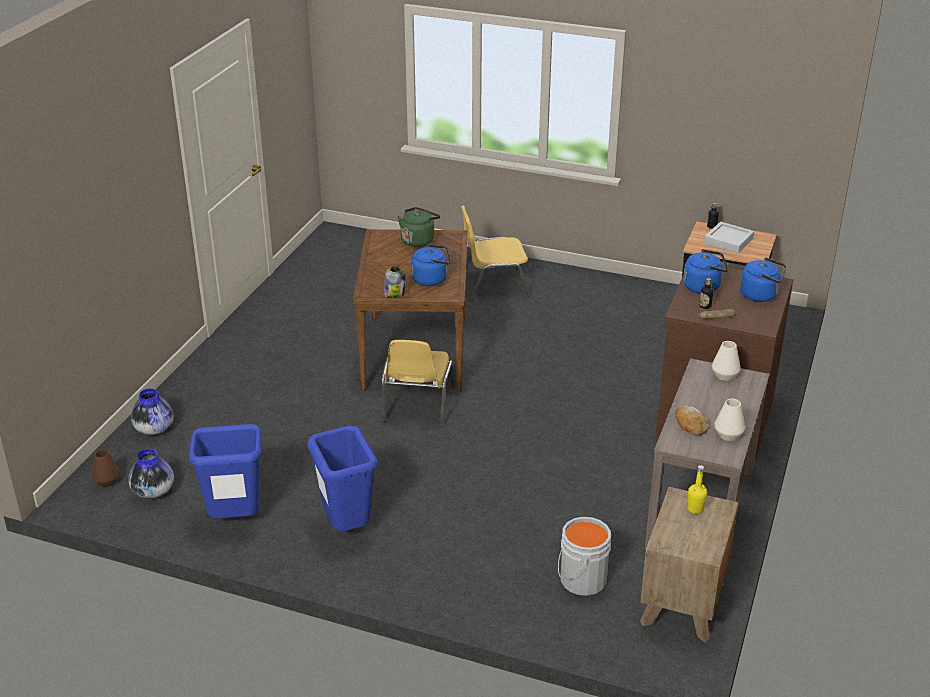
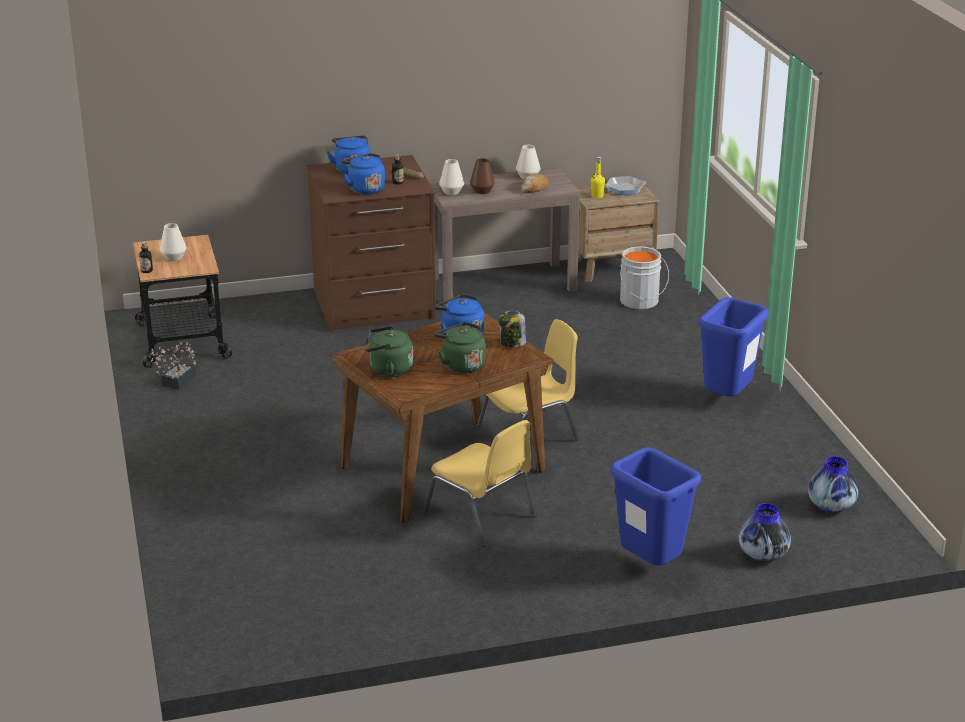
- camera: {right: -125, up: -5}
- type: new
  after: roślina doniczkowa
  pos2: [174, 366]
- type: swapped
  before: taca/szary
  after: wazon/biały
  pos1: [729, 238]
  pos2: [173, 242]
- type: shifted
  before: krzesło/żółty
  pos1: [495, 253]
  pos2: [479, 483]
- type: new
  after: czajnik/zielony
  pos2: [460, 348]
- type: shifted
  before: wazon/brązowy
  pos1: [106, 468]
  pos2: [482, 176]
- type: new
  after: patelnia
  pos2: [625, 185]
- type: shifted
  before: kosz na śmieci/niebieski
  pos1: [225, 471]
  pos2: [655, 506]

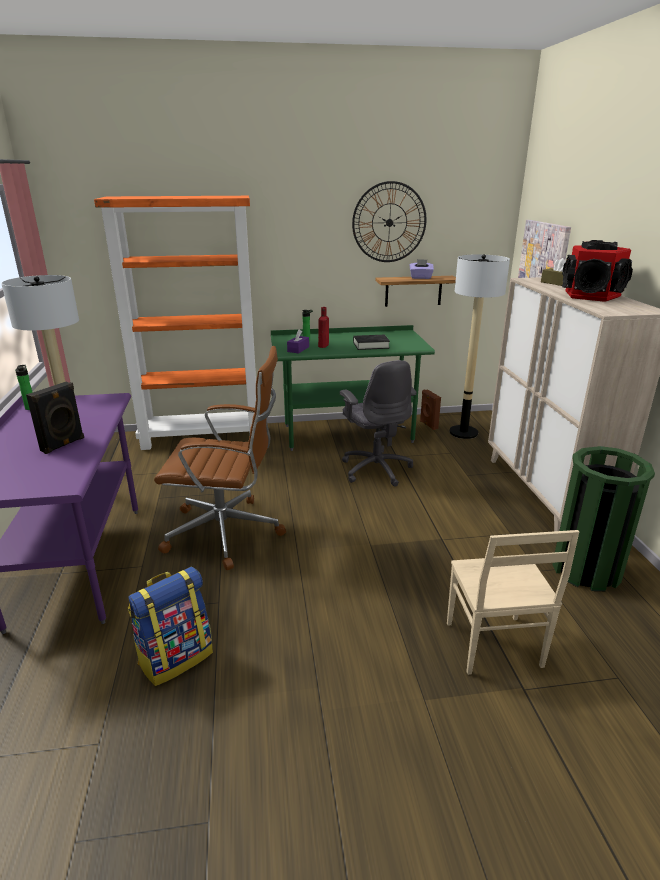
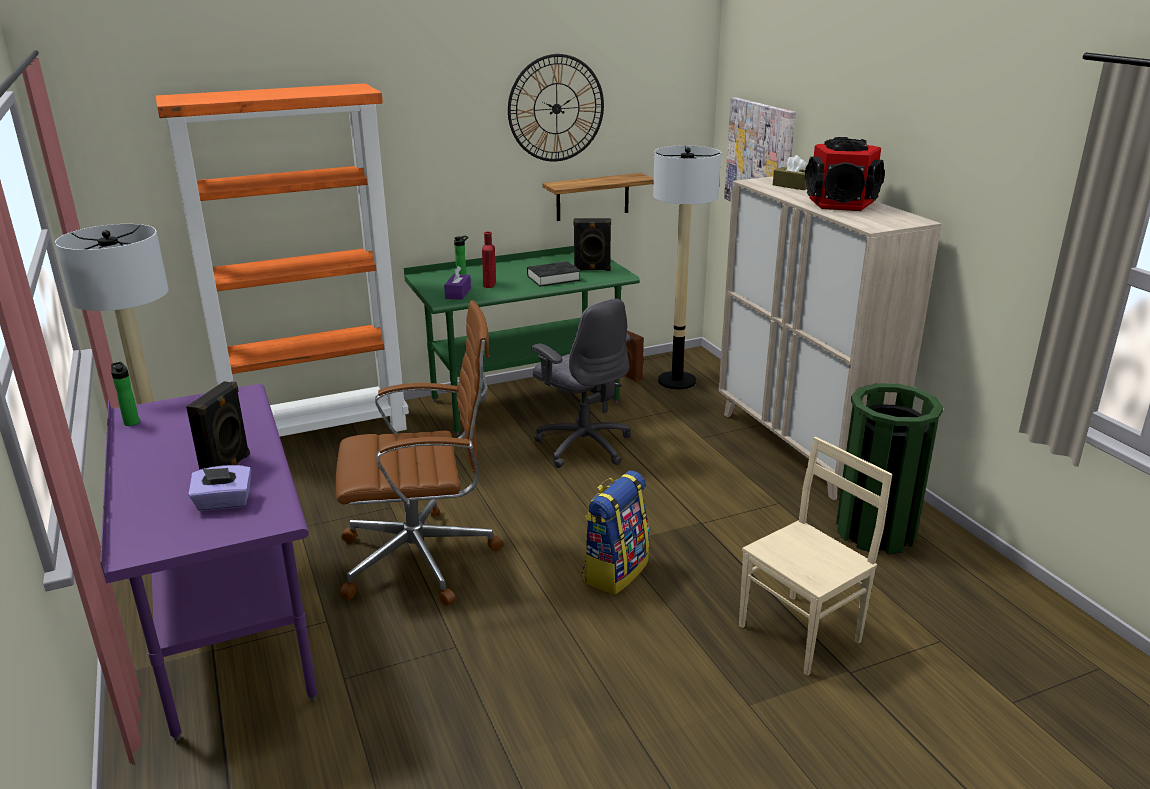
- camera: {right: -15, up: 0}
- type: shifted
  before: pudełko chusteczek/fioletowy
  pos1: [421, 269]
  pos2: [219, 488]
- type: new
  after: głośnik/czarny
  pos2: [592, 244]
- type: shifted
  before: plecak
  pos1: [170, 626]
  pos2: [616, 533]
- type: rotated
  before: krzesło/beżowy
  pos1: [513, 602]
  pos2: [816, 556]
  turn: -105

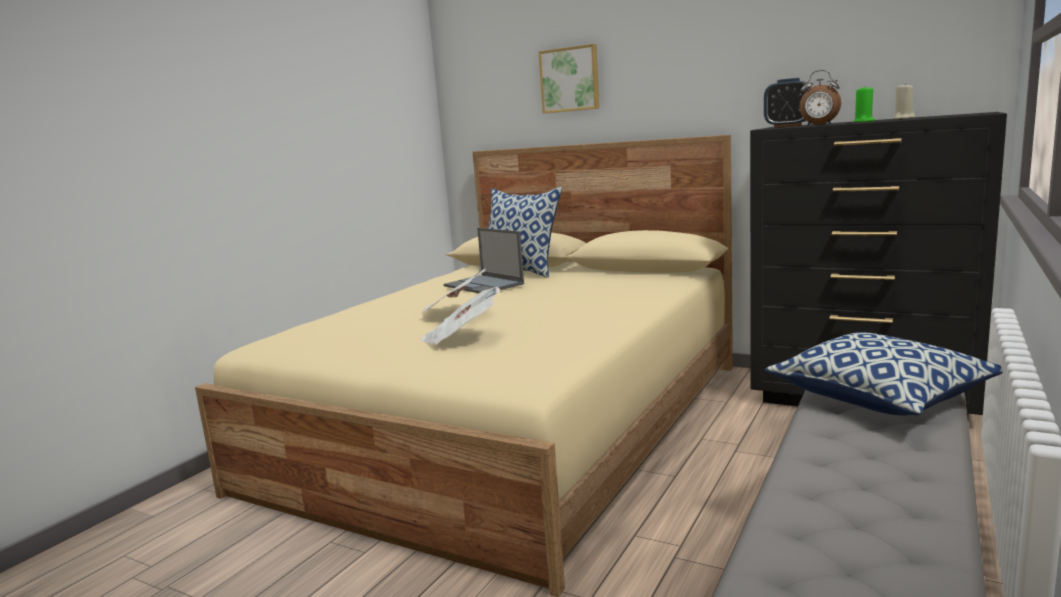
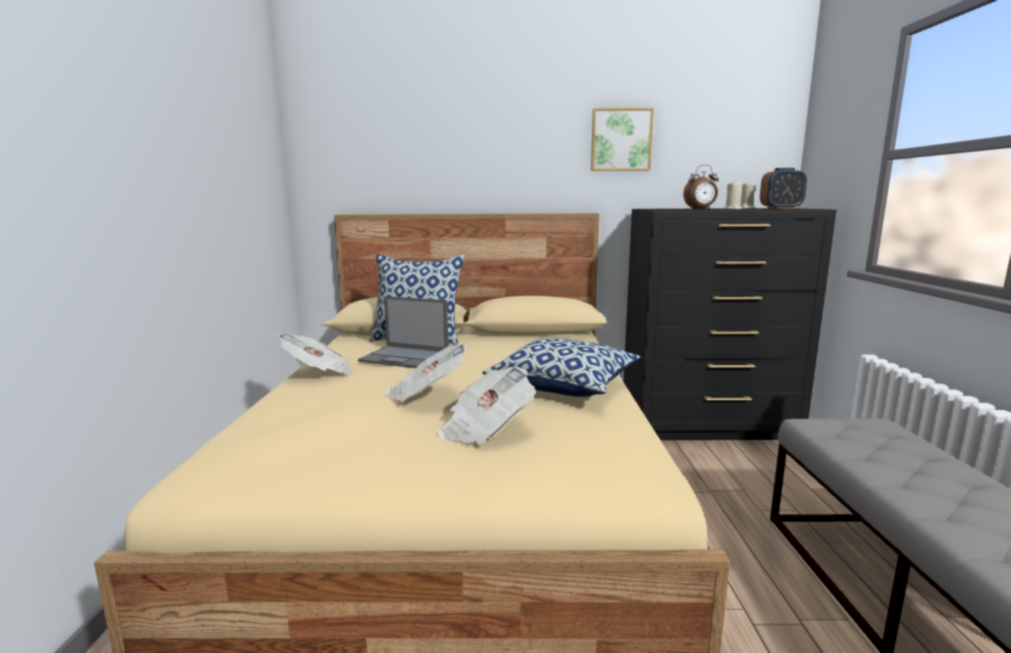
- camera: {right: -30, up: 0}
- type: new
  after: gazeta
  pos2: [315, 354]
- type: shifted
  before: poduszka
  pos1: [884, 374]
  pos2: [561, 367]
- type: shifted
  before: obraz
  pos1: [569, 78]
  pos2: [622, 139]
- type: repainted
  before: świeca/zielony
  after: świeca/beżowy
  pos1: [864, 104]
  pos2: [732, 195]
- type: shifted
  before: budzik
  pos1: [788, 102]
  pos2: [783, 188]

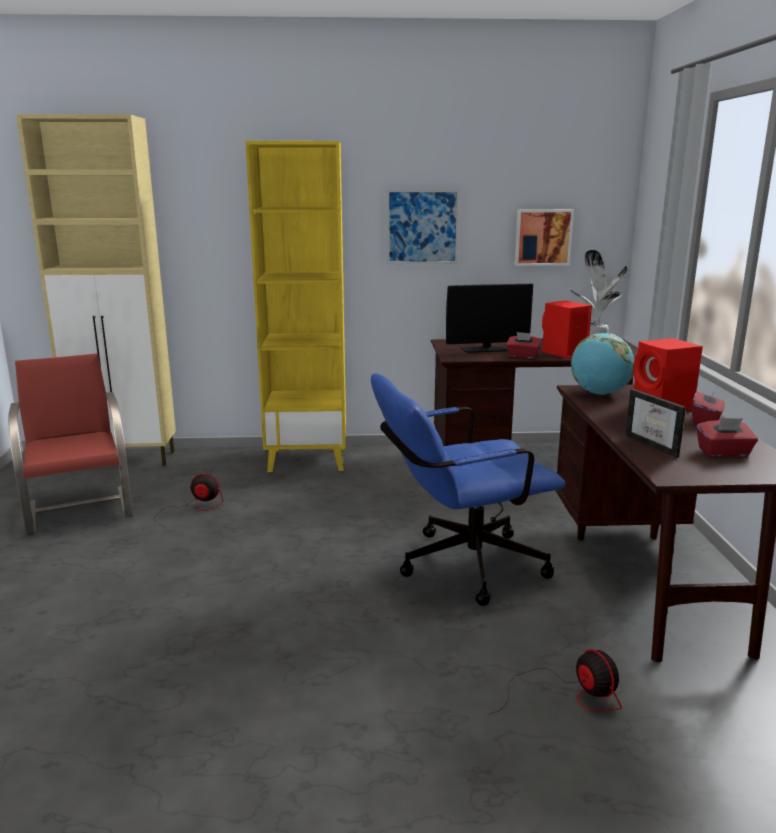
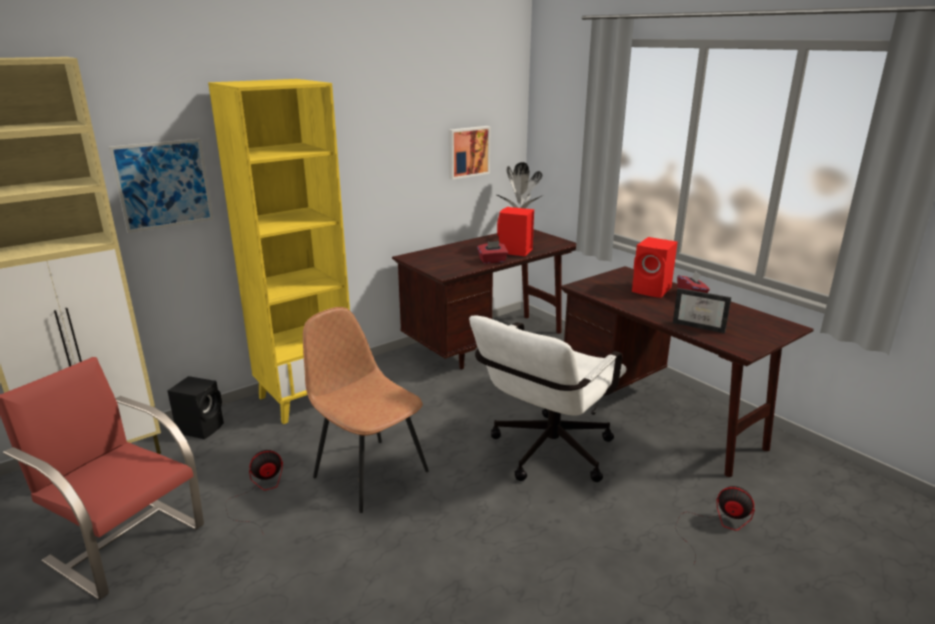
- camera: {right: -35, up: 5}
- type: shifted
  before: obraz
  pos1: [423, 226]
  pos2: [161, 186]
- type: new
  after: głośnik/czarny
  pos2: [196, 407]
- type: new
  after: krzesło/brązowy
  pos2: [366, 410]
- type: repainted
  before: krzesło biurowe/niebieski
  after: krzesło biurowe/biały
  pos1: [468, 489]
  pos2: [548, 398]
- type: gone
  before: monitor
  pos1: [489, 318]
- type: gone
  before: globus
  pos1: [602, 364]
- type: gone
  before: pudełko chusteczek/czerwony
  pos1: [727, 437]

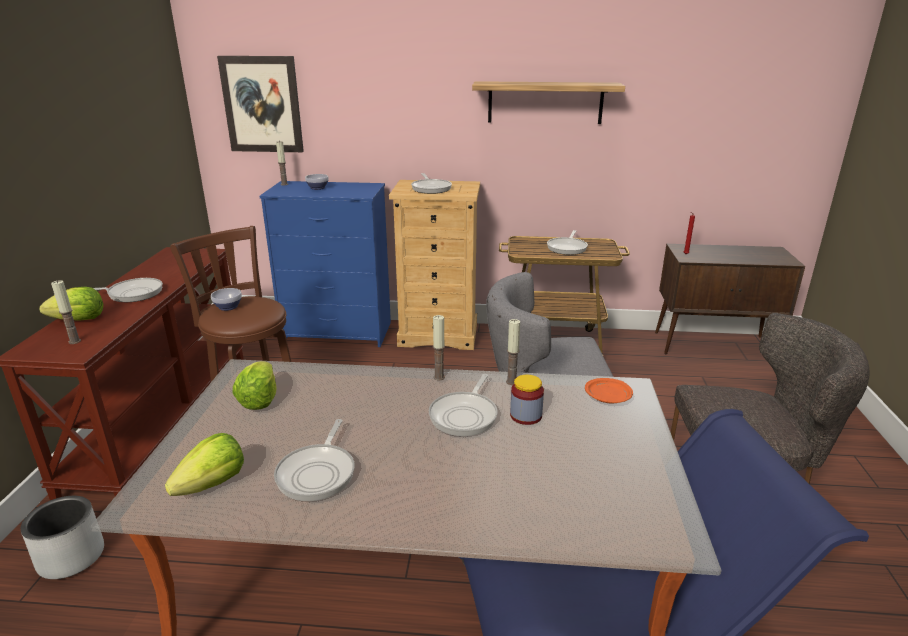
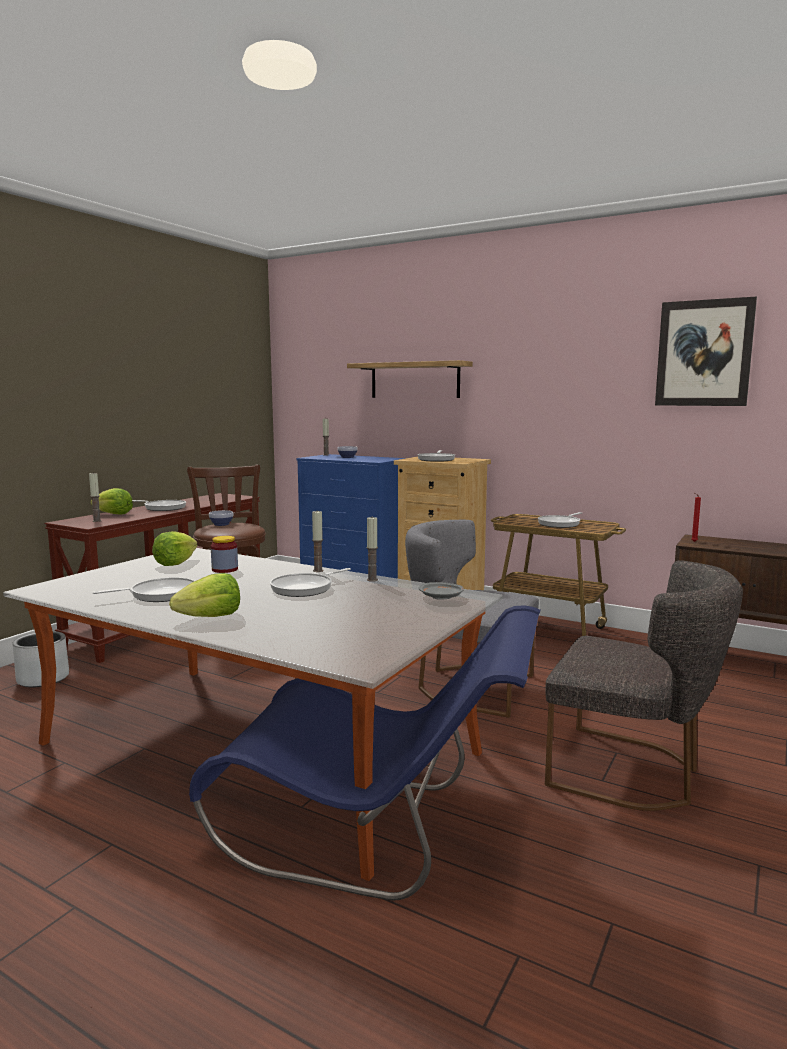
- camera: {right: 25, up: -15}
- type: rotated
  before: patelnia
  pos1: [314, 460]
  pos2: [144, 590]
  turn: -150
- type: shifted
  before: sałata
  pos1: [204, 464]
  pos2: [204, 595]
- type: shifted
  before: słoik
  pos1: [527, 400]
  pos2: [224, 554]
- type: shifted
  before: półka
  pos1: [548, 102]
  pos2: [410, 379]
- type: repainted
  before: talerz/pomarańczowy
  after: talerz/szary
  pos1: [609, 390]
  pos2: [441, 591]
- type: shifted
  before: obraz
  pos1: [260, 104]
  pos2: [706, 351]

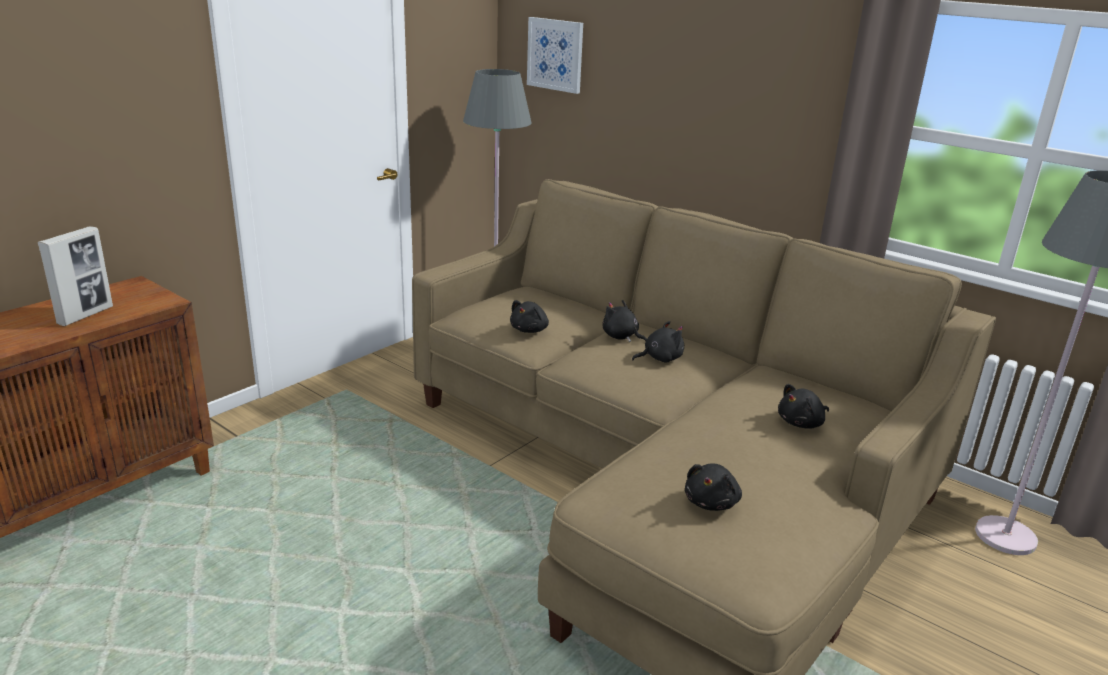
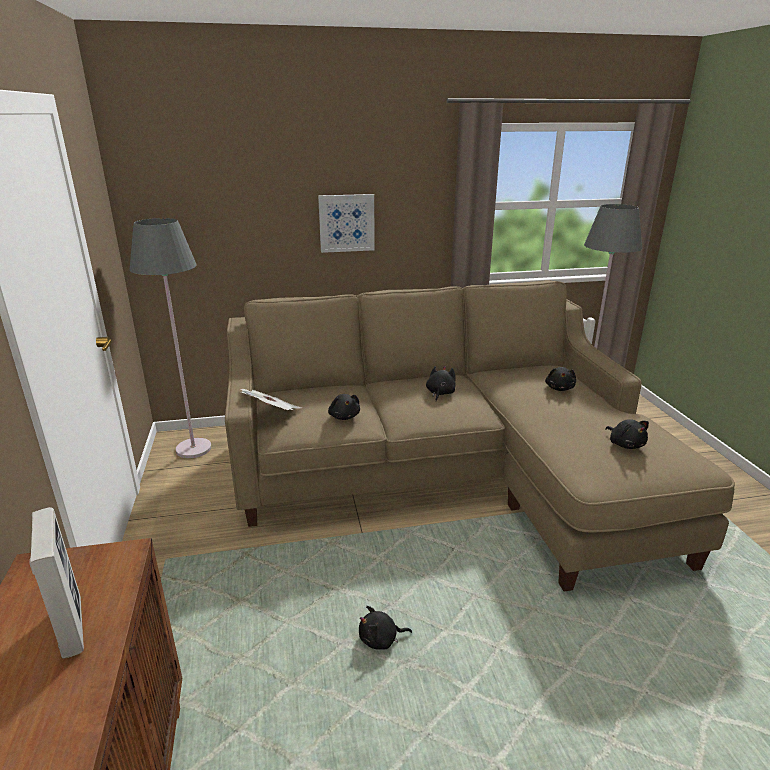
- camera: {right: -50, up: 0}
- type: new
  after: gazeta
  pos2: [271, 399]
- type: shifted
  before: obraz
  pos1: [555, 55]
  pos2: [346, 223]
- type: shifted
  before: pluszak/czarny
  pos1: [624, 321]
  pos2: [385, 628]

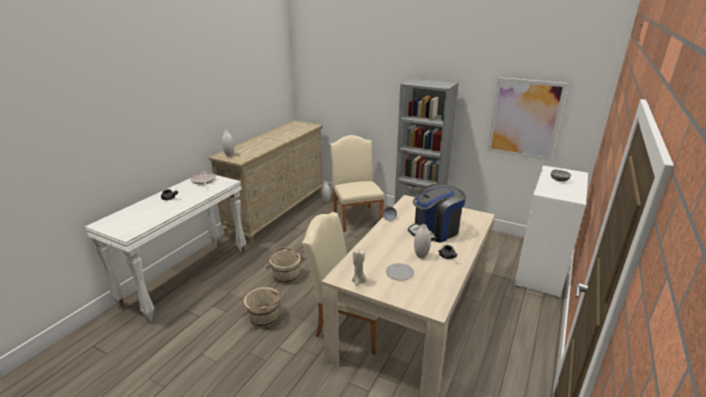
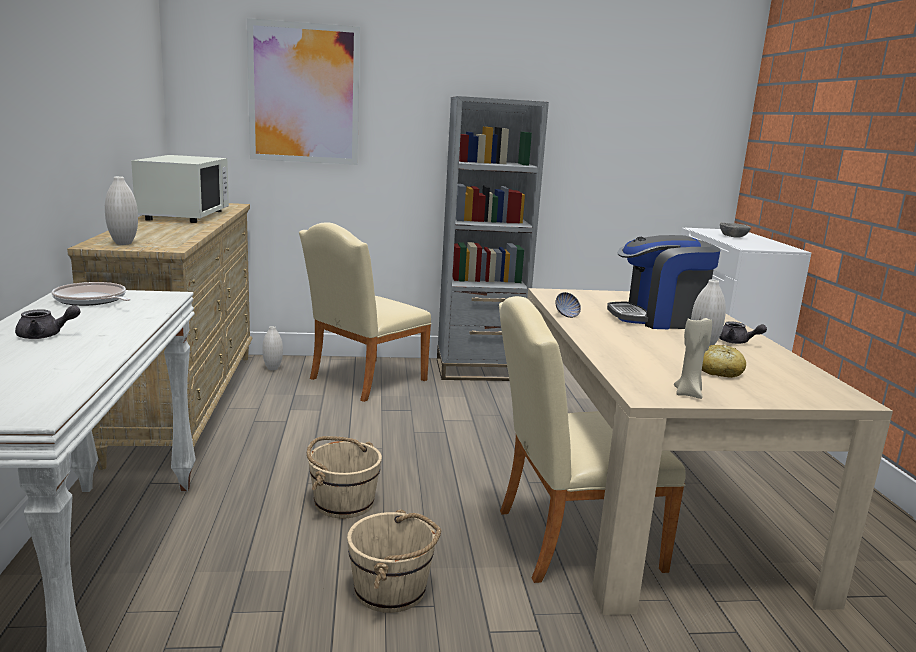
- camera: {right: -35, up: -10}
- type: new
  after: mikrofalówka/biały
  pos2: [180, 189]
- type: shifted
  before: obraz
  pos1: [527, 119]
  pos2: [303, 91]
- type: rotated
  before: krzesło/beżowy
  pos1: [357, 183]
  pos2: [365, 312]
  turn: -90
- type: rotated
  before: ekspres do kawy
  pos1: [437, 213]
  pos2: [663, 282]
  turn: 60
- type: swapped
  before: talerz
  after: chleb
  pos1: [400, 272]
  pos2: [724, 361]

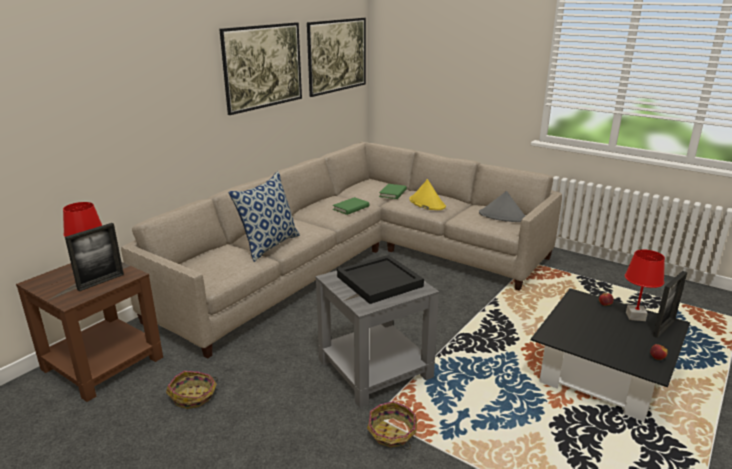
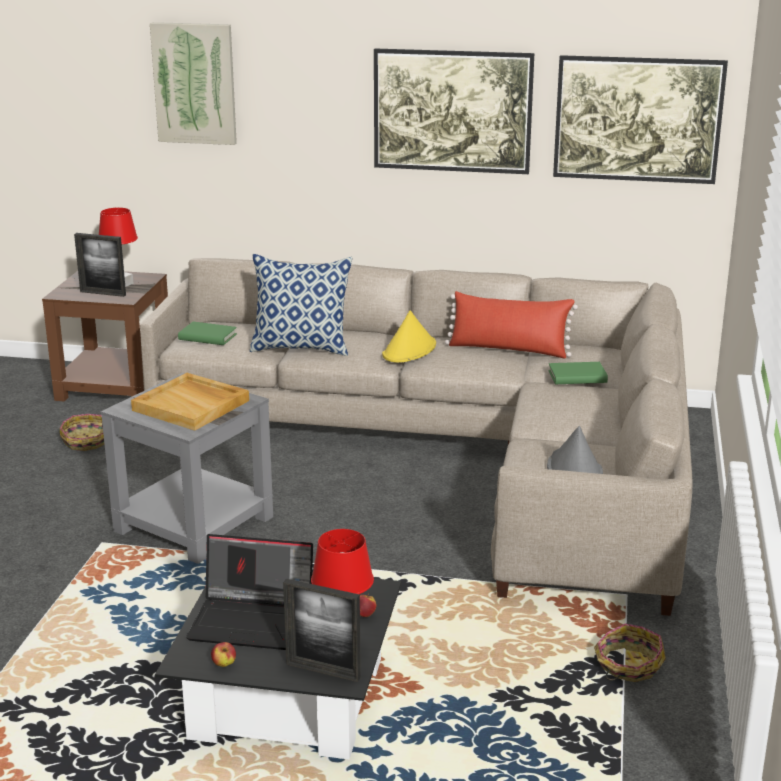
- camera: {right: 65, up: 0}
- type: repainted
  before: taca/czarny
  after: taca/beżowy
  pos1: [380, 279]
  pos2: [190, 402]
- type: new
  after: obraz
  pos2: [193, 83]
- type: shifted
  before: książka/zielony
  pos1: [351, 206]
  pos2: [207, 333]
- type: new
  after: laptop
  pos2: [249, 592]
- type: shifted
  before: kapelusz/żółty
  pos1: [427, 194]
  pos2: [409, 336]
- type: new
  after: poduszka/czerwony
  pos2: [511, 324]
- type: shifted
  before: koszyk
  pos1: [392, 425]
  pos2: [630, 652]

